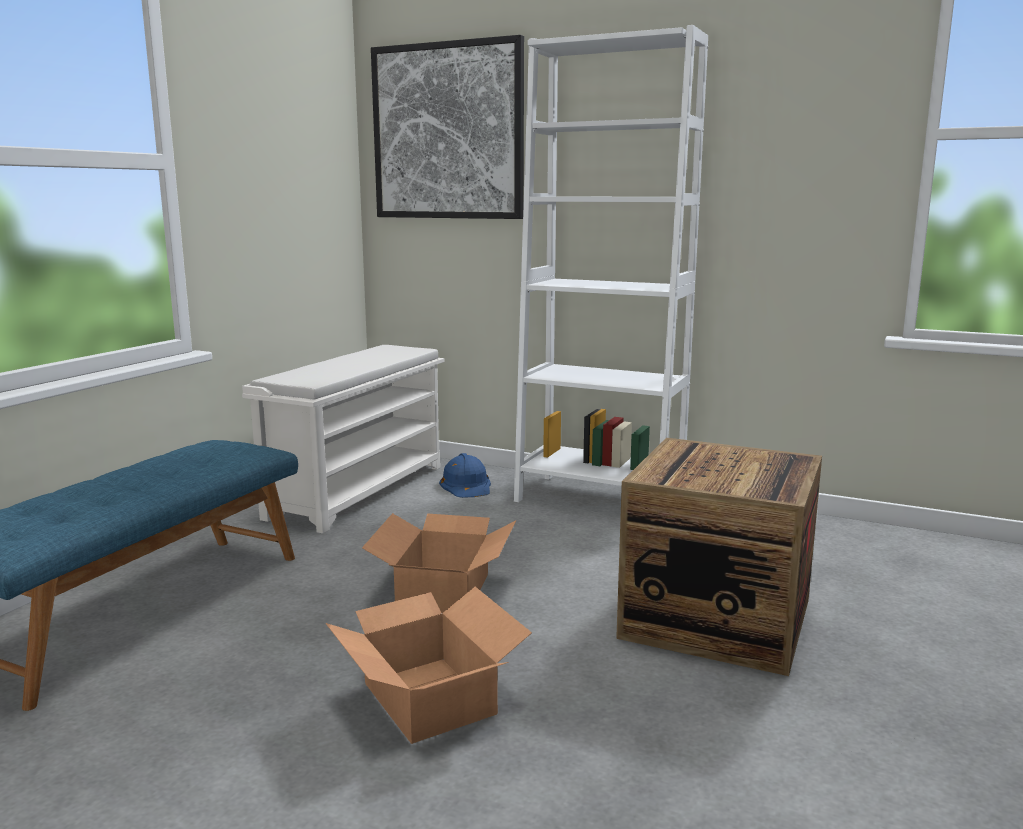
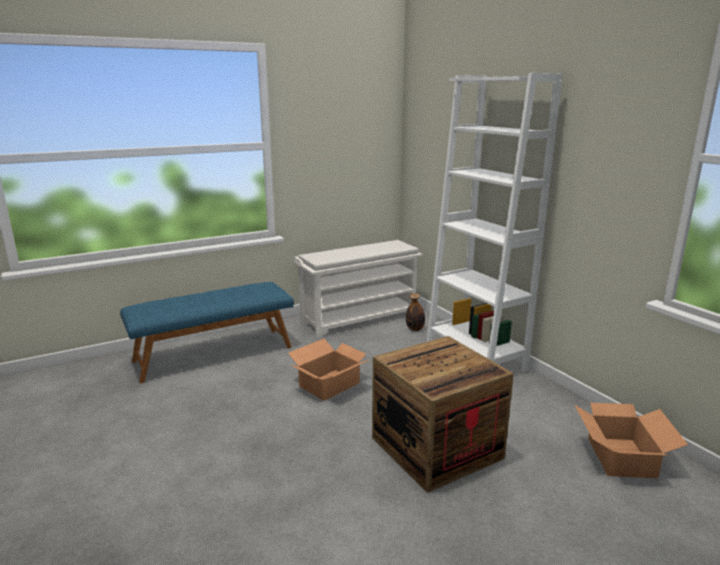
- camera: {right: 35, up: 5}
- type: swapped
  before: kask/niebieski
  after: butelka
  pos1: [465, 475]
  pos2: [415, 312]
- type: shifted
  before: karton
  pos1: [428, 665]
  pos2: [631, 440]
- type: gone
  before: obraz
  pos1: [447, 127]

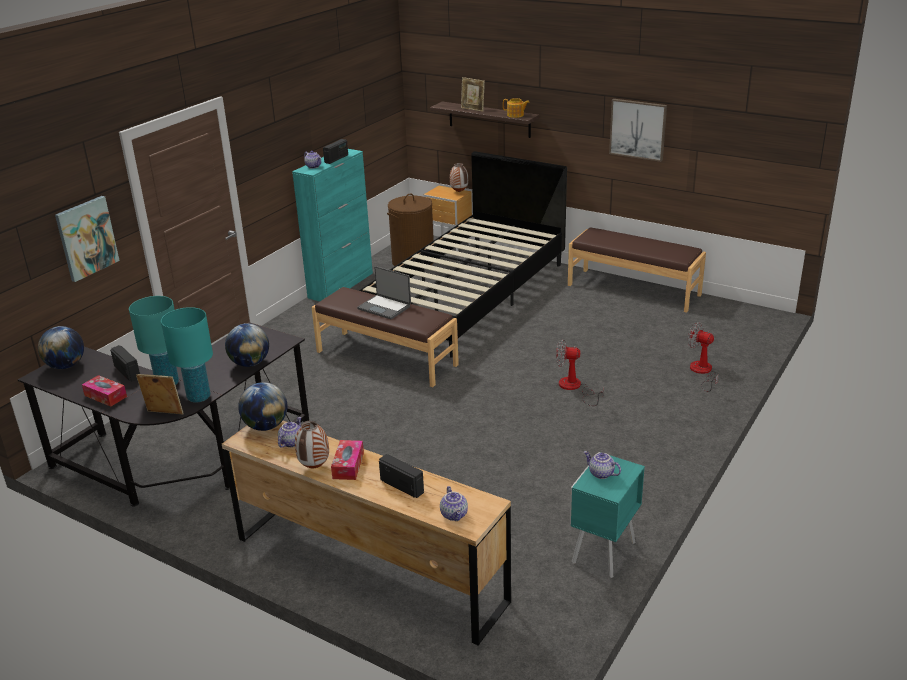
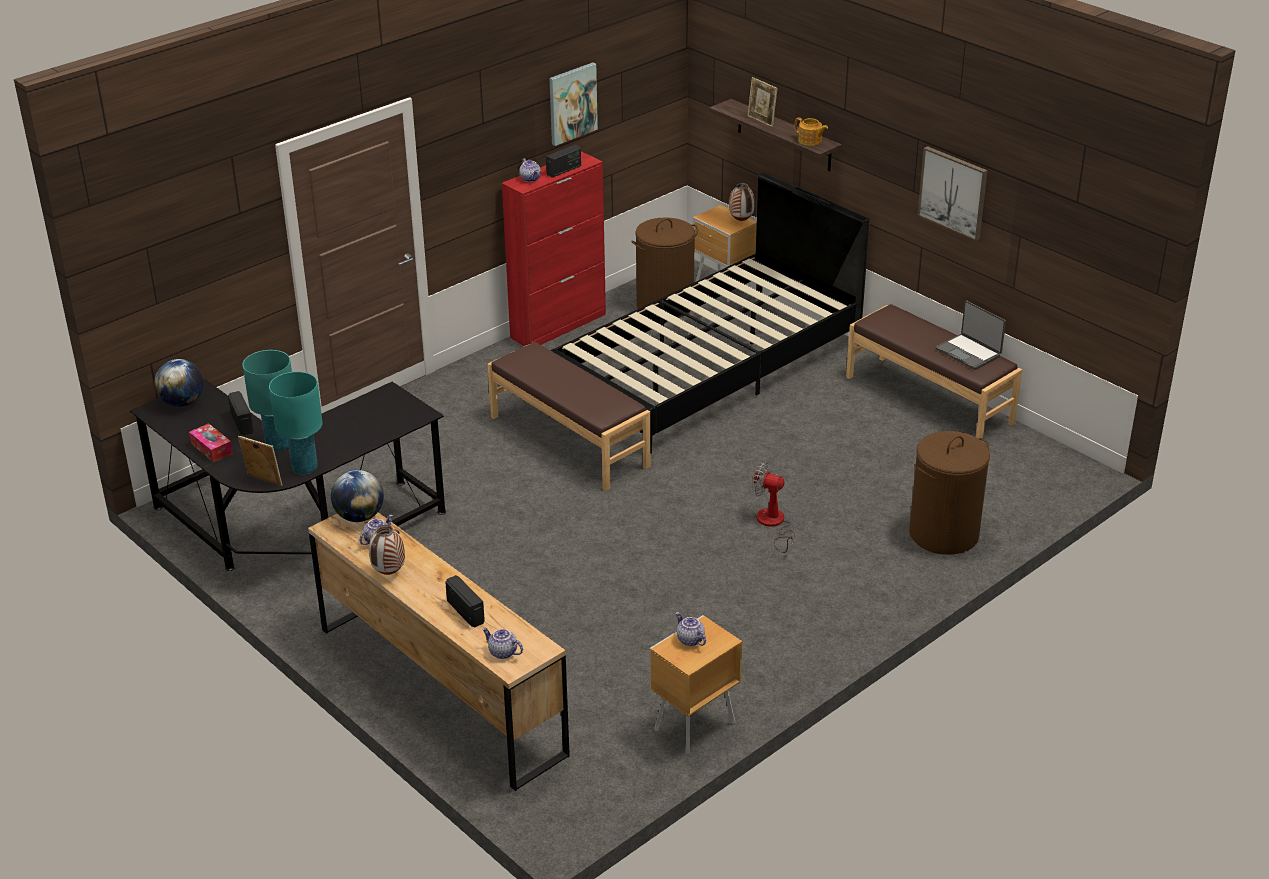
- camera: {right: 15, up: 5}
- type: rotated
  before: imbryk
  pos1: [454, 503]
  pos2: [502, 643]
  turn: 120
- type: repainted
  before: szafka/turkusowy
  after: szafka/czerwony
  pos1: [332, 225]
  pos2: [554, 248]
- type: shifted
  before: obraz
  pos1: [87, 239]
  pos2: [574, 104]
- type: repainted
  before: szafka nocna/turkusowy
  after: szafka nocna/brązowy
  pos1: [607, 515]
  pos2: [696, 685]
- type: swapped
  before: wentylator
  after: kosz na pranie/brązowy
  pos1: [703, 357]
  pos2: [949, 493]
- type: shifted
  before: laptop
  pos1: [384, 292]
  pos2: [970, 335]
- type: gone
  before: globus
  pos1: [247, 345]
- type: gone
  before: pudełko chusteczek
  pos1: [347, 460]

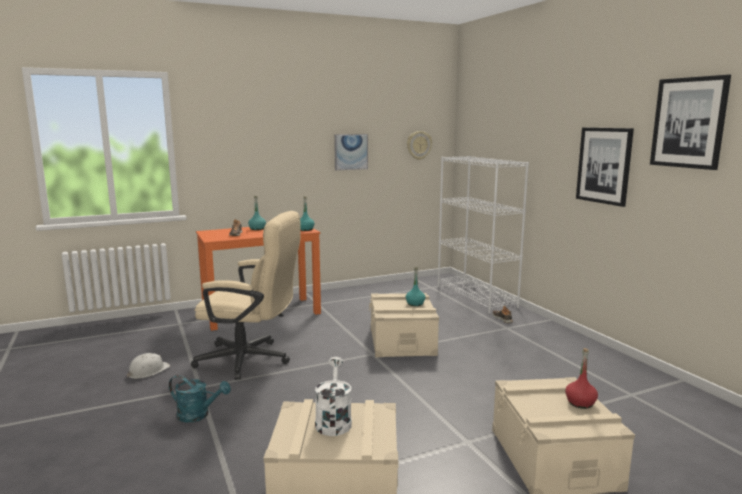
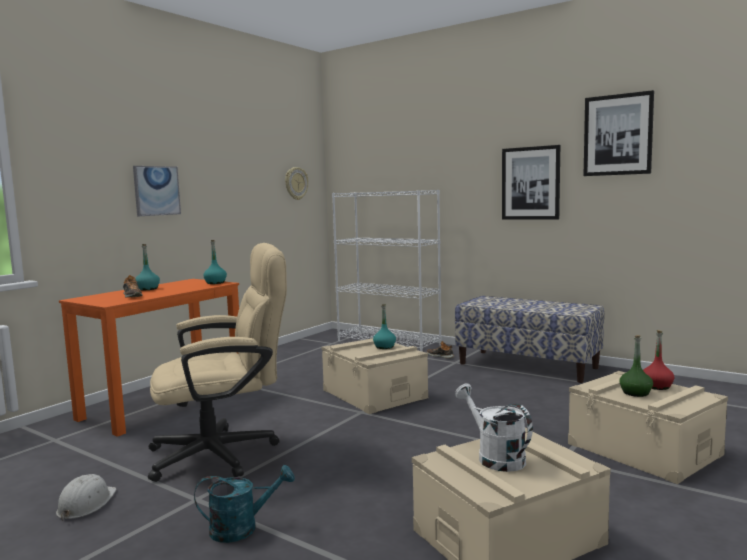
- camera: {right: -30, up: -5}
- type: shifted
  before: obraz
  pos1: [351, 152]
  pos2: [157, 191]
- type: new
  after: ławka
  pos2: [529, 339]
- type: new
  after: butelka/zielony
  pos2: [636, 366]

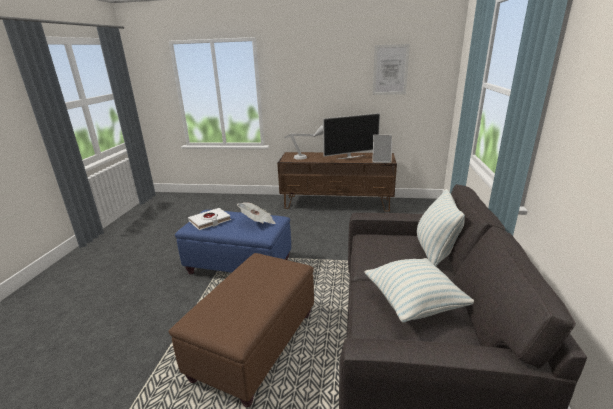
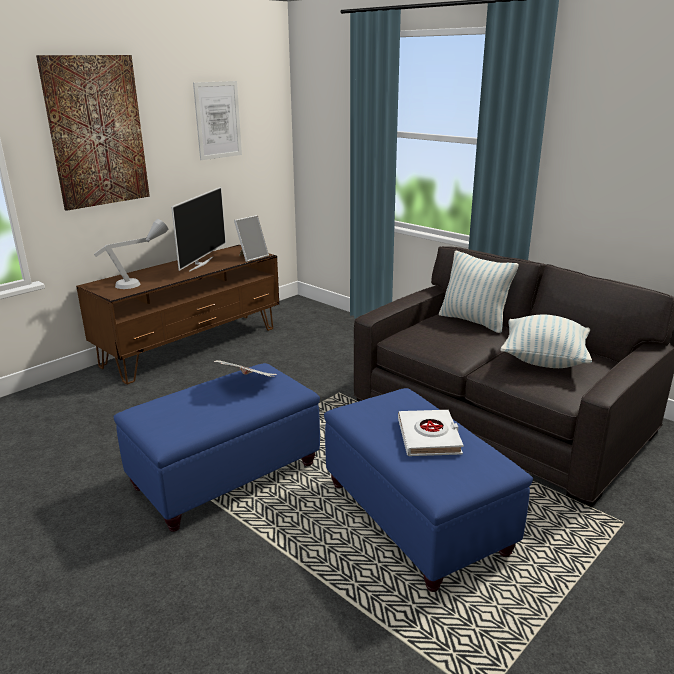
- camera: {right: -55, up: 0}
- type: new
  after: obraz
  pos2: [93, 133]
- type: repainted
  before: pufa/brązowy
  after: pufa/niebieski
  pos1: [241, 330]
  pos2: [428, 490]
- type: shifted
  before: książka/biały
  pos1: [209, 219]
  pos2: [431, 433]

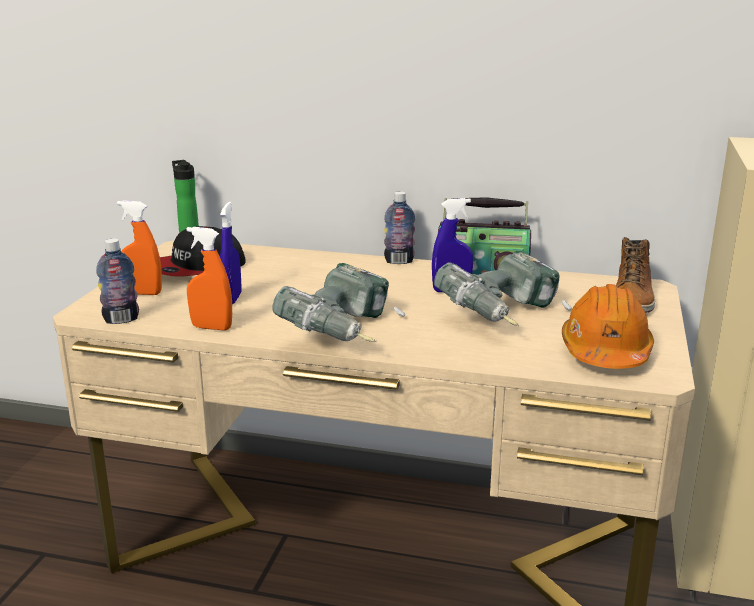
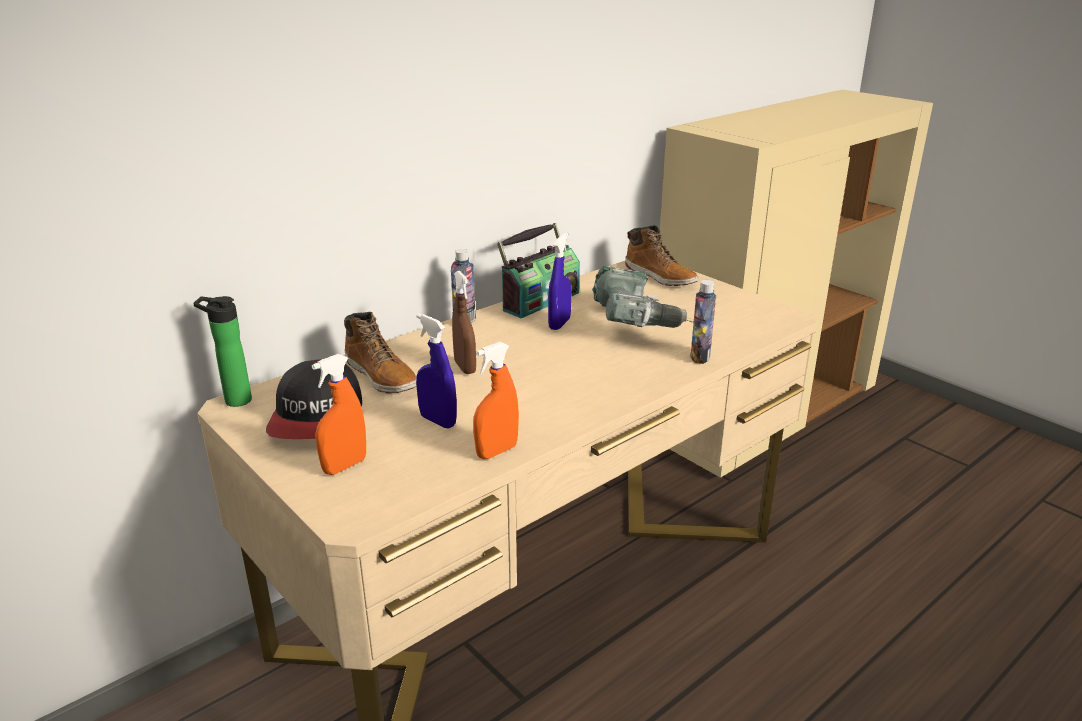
- camera: {right: -55, up: 5}
- type: new
  after: but z cholewką
  pos2: [380, 352]
- type: new
  after: spryskiwacz/brązowy
  pos2: [464, 322]
- type: shifted
  before: butelka
  pos1: [117, 281]
  pos2: [703, 322]
- type: gone
  before: wiertarka
  pos1: [338, 302]
- type: gone
  before: kask/pomarańczowy
  pos1: [608, 326]

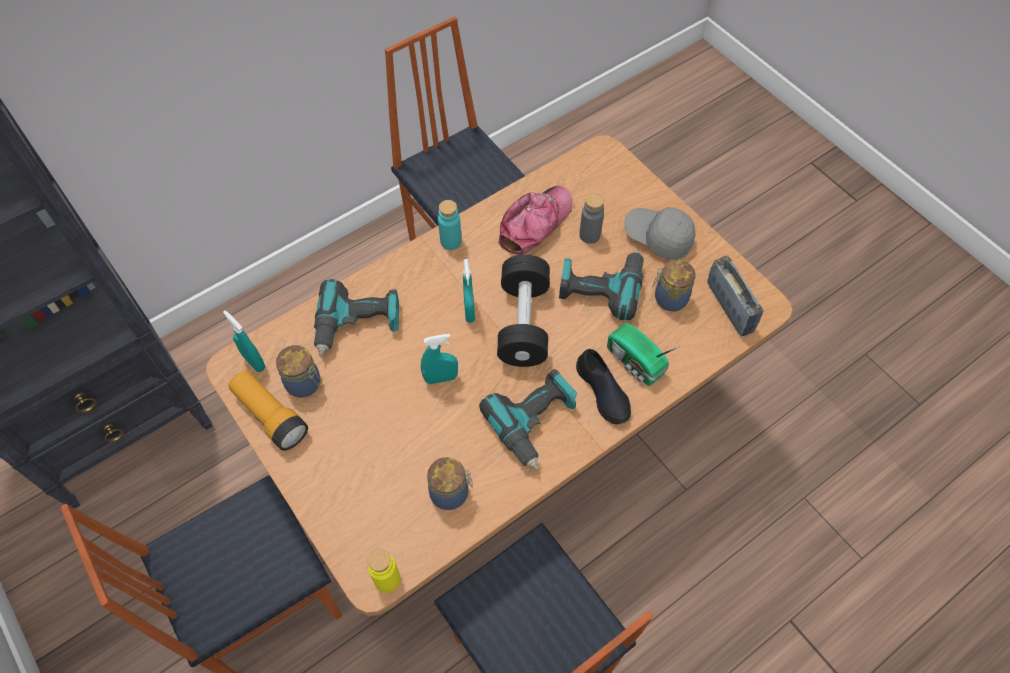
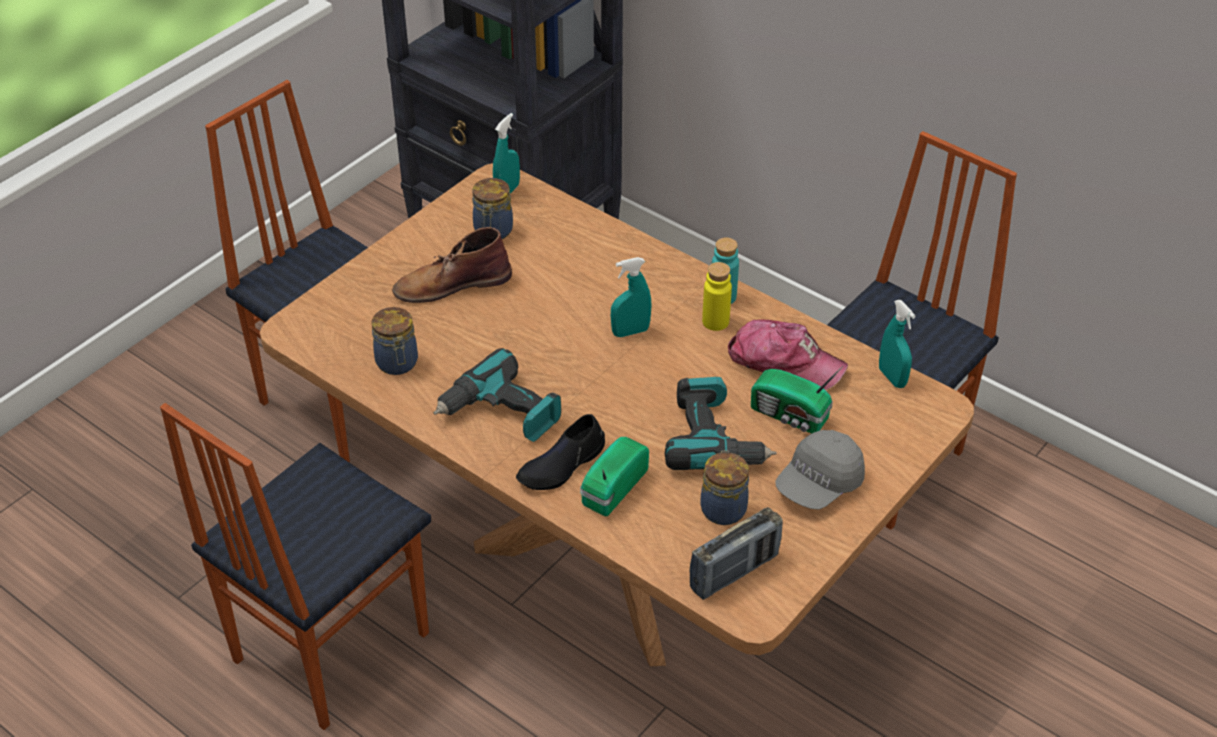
- camera: {right: 75, up: -15}
- type: new
  after: but z cholewką/brązowy
  pos2: [452, 265]
- type: shifted
  before: butelka/żółty
  pos1: [384, 571]
  pos2: [717, 296]
- type: swapped
  before: butelka/szary
  after: radio
  pos1: [591, 218]
  pos2: [797, 400]
- type: rotated
  before: czapka z daszkiem/szary
  pos1: [660, 233]
  pos2: [820, 470]
  turn: -150
- type: shifted
  before: spryskiwacz/turkusowy
  pos1: [439, 359]
  pos2: [897, 344]
- type: gone
  before: latarka
  pos1: [268, 411]
- type: gone
  before: wiertarka
  pos1: [356, 317]
- type: gone
  before: hantel/czarny
  pos1: [523, 310]

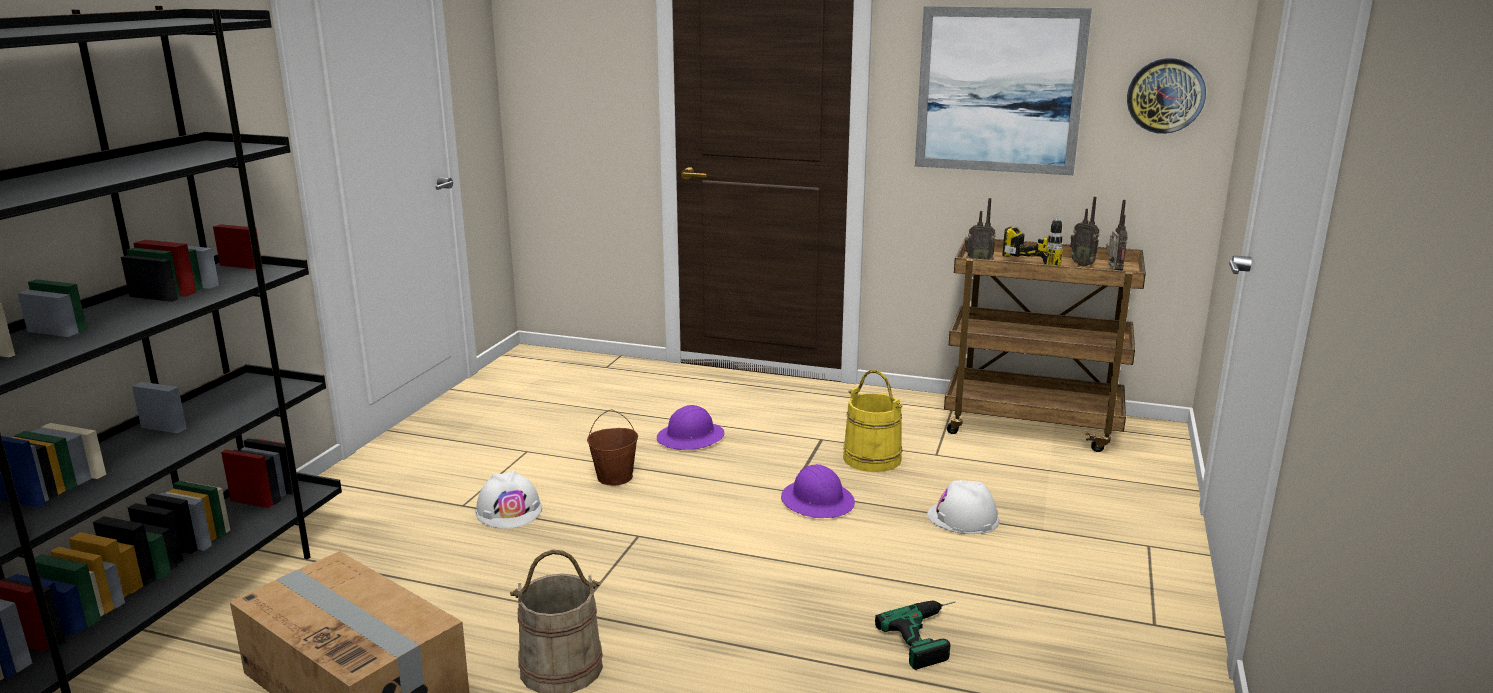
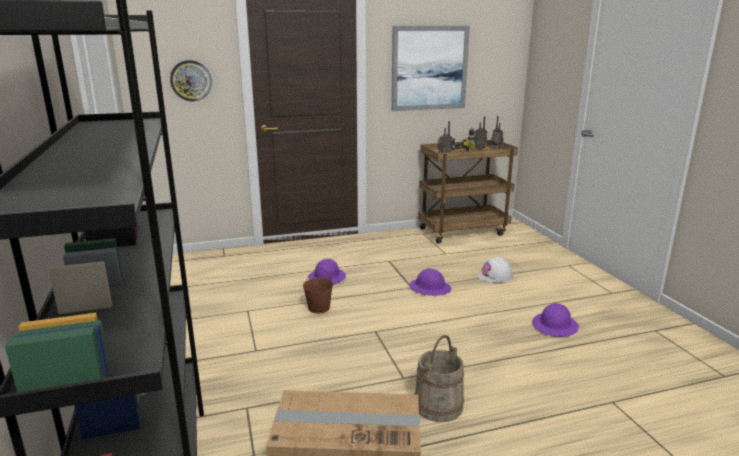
- camera: {right: -35, up: 0}
- type: shifted
  before: zegar ścienny
  pos1: [1166, 96]
  pos2: [191, 80]
- type: swapped
  before: wiertarka
  after: kask/fioletowy
  pos1: [915, 635]
  pos2: [555, 320]
- type: gone
  before: kask/biały
  pos1: [509, 499]
- type: gone
  before: wiadro/żółty
  pos1: [873, 421]

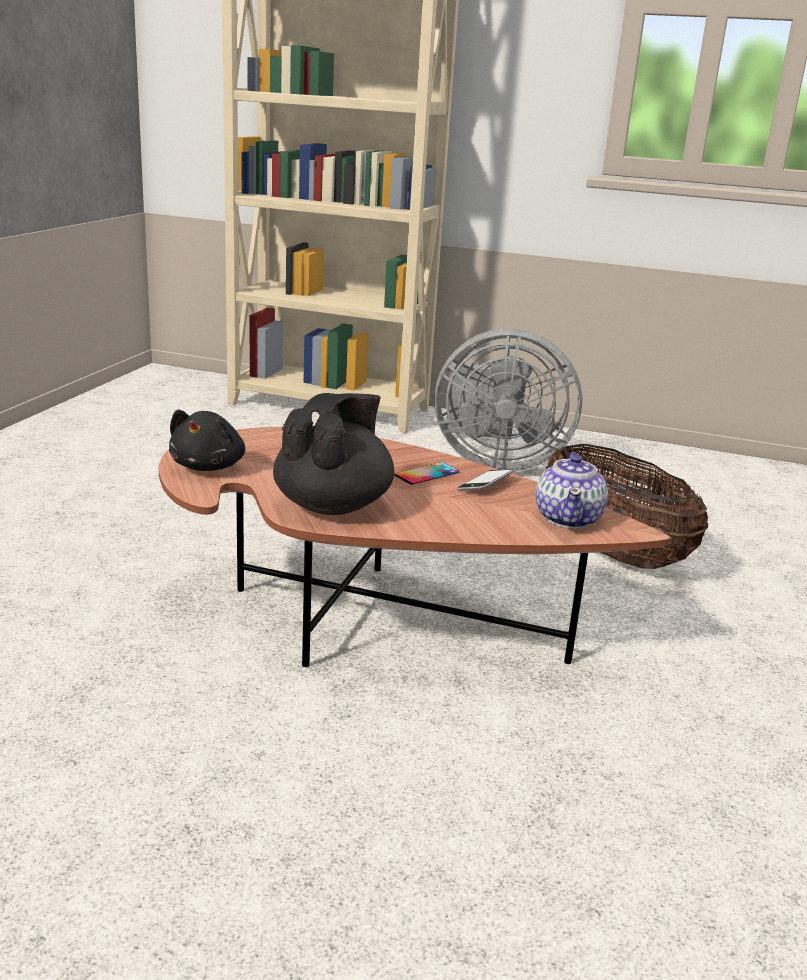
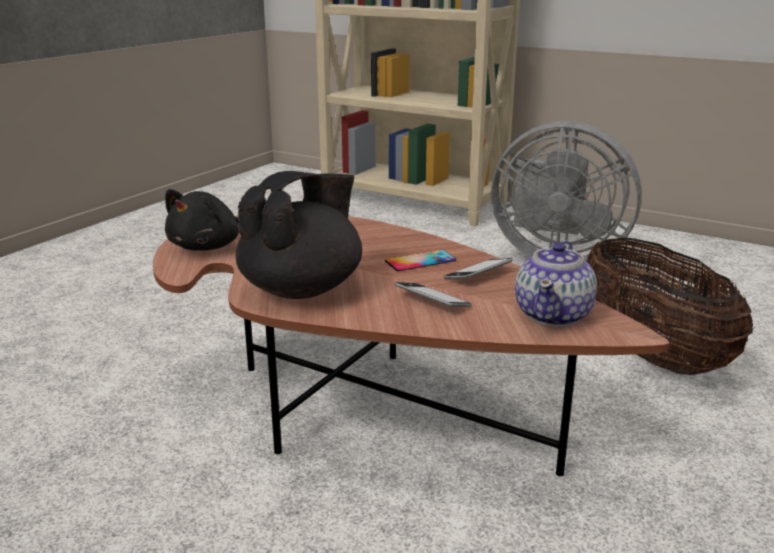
- camera: {right: 15, up: 0}
- type: new
  after: telefon
  pos2: [433, 294]

